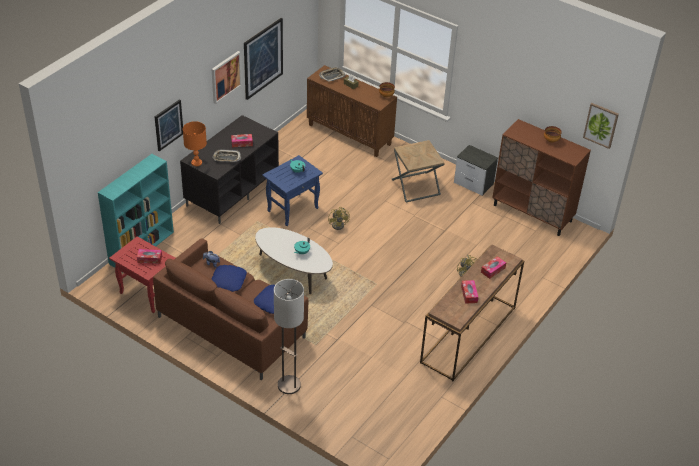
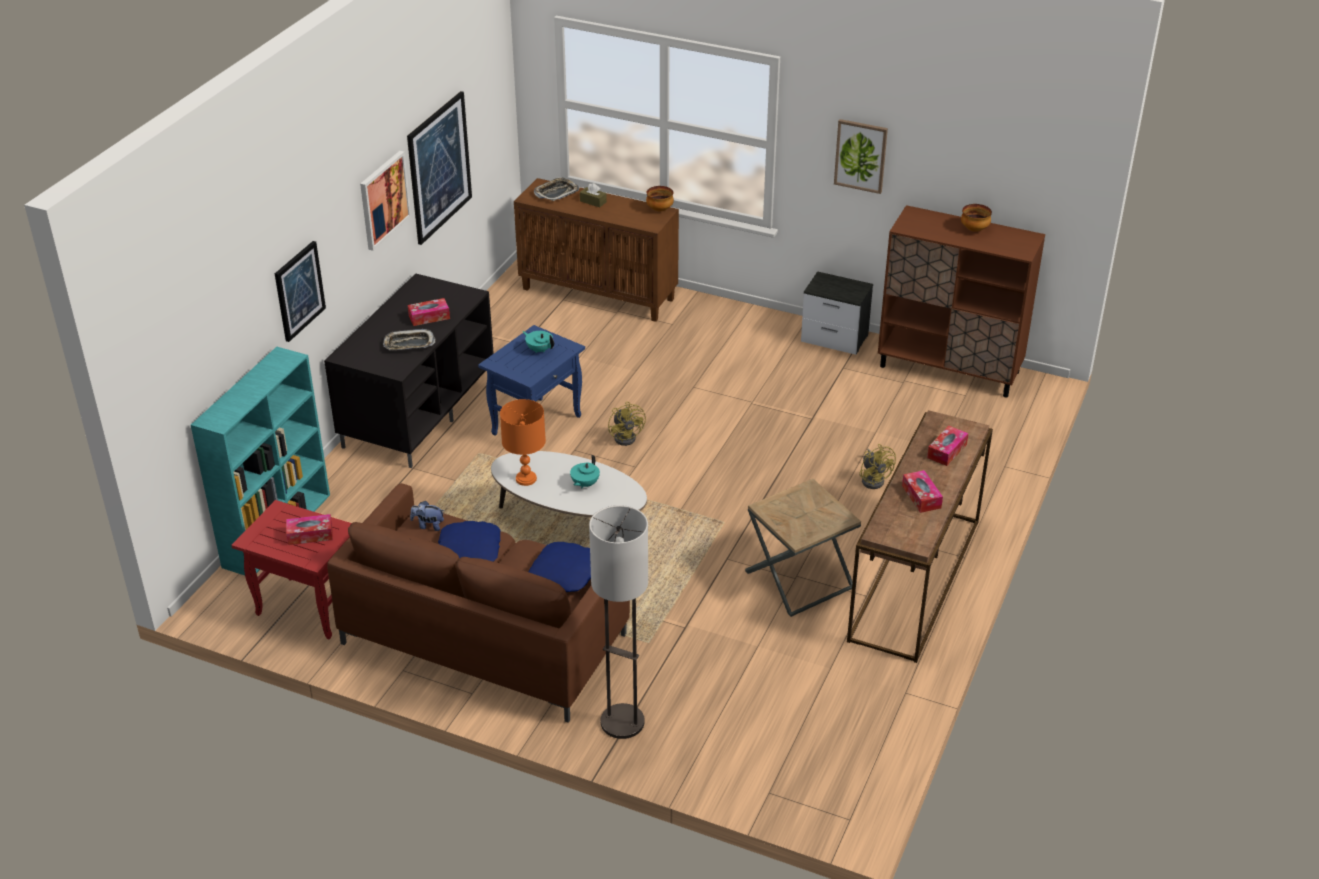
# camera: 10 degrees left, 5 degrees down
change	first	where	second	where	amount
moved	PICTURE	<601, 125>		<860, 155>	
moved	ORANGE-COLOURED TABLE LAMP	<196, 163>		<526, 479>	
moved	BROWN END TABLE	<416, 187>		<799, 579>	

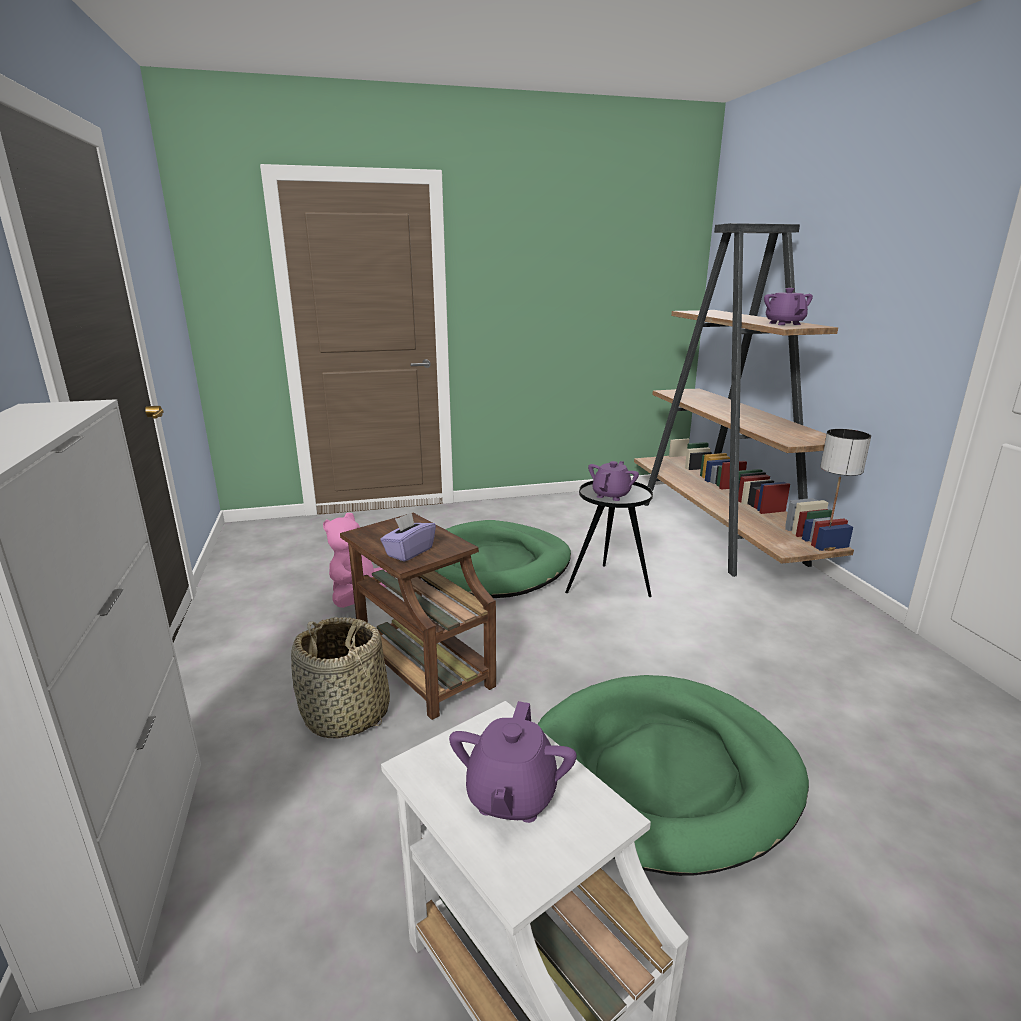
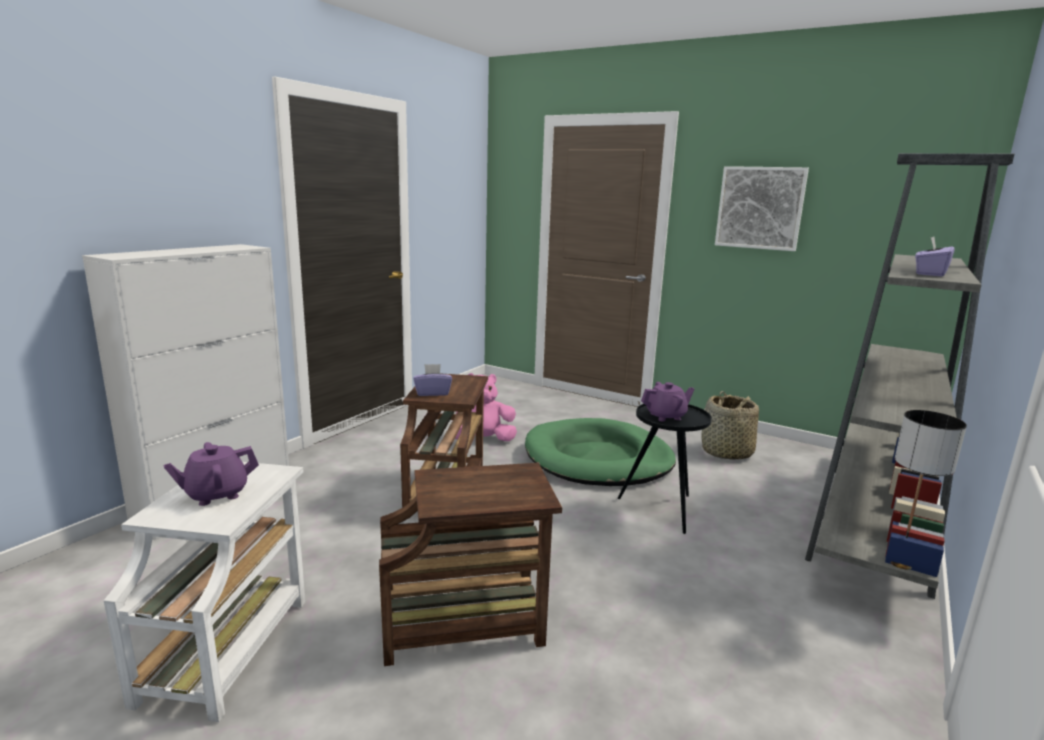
# camera: 45 degrees right, 5 degrees down
change	first	where	second	where	amount
recoloured	BROWN SHELVING UNIT	<719, 533>	GREYISH SHELVING UNIT	<874, 524>	
replaced	PURPLE TEA POT	<784, 324>	PURPLE BOX OF TISSUES	<930, 274>	
moved	STORAGE BASKET	<346, 714>		<726, 452>	
replaced	GREENISH PET BED	<664, 772>	BROWN END TABLE	<467, 626>	
added			PICTURE	<760, 208>	

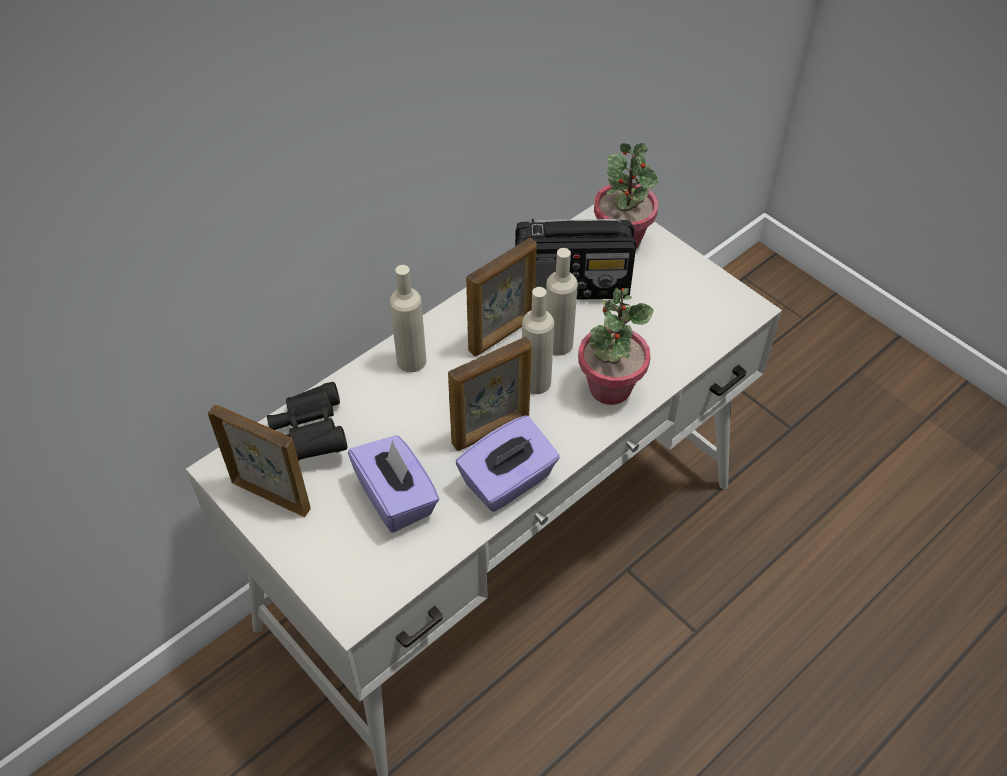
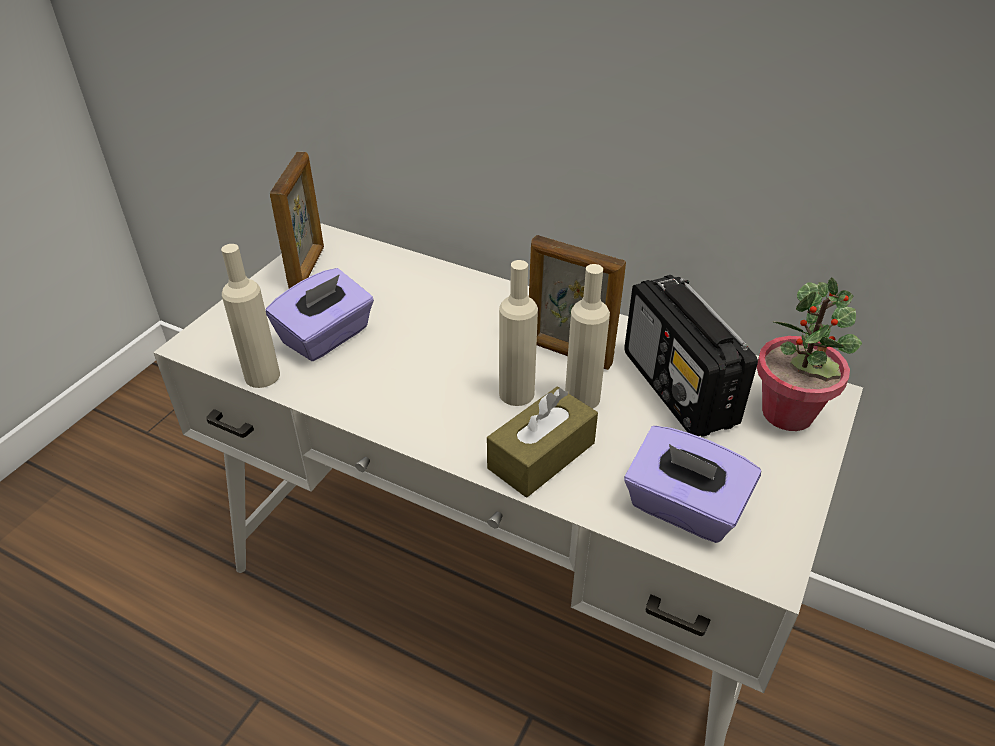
# camera: 70 degrees right, 10 degrees down
change	first	where	second	where	amount
moved	SAND-COLOURED BEVERAGE BOTTLE	<411, 360>		<262, 376>	
replaced	HOUSEPLANT	<609, 388>	BROWN BOX OF TISSUES	<541, 455>	
removed	STANDING FRAME	<491, 430>			
removed	BLACKISH BINOCULARS	<310, 435>			
moved	PURPLE BOX OF TISSUES	<508, 481>		<683, 508>	

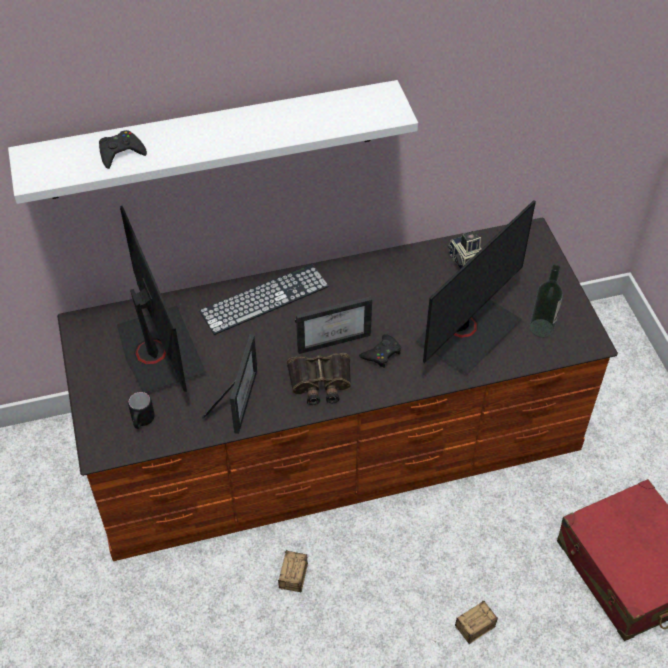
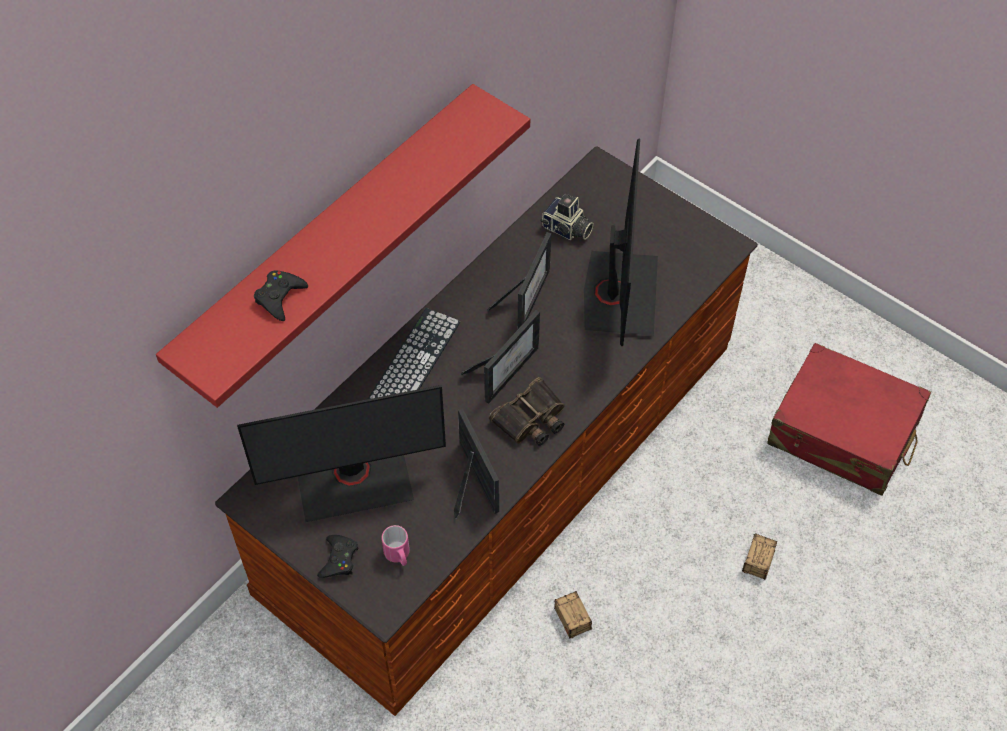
# camera: 35 degrees left, 5 degrees up
change	first	where	second	where	amount
recoloured	WHITE-COLOURED BRACKET SHELF	<211, 140>	RED-COLOURED BRACKET SHELF	<329, 236>	
turned	COMPUTER DISPLAY	<159, 351>		<353, 479>	135 degrees clockwise
removed	BEVERAGE BOTTLE	<541, 328>			
moved	BLACKISH JOYPAD	<381, 353>		<339, 559>	
recoloured	BLACKISH TEA MUG	<142, 421>	PINKISH TEA MUG	<398, 556>	
added			STANDING FRAME	<526, 296>	

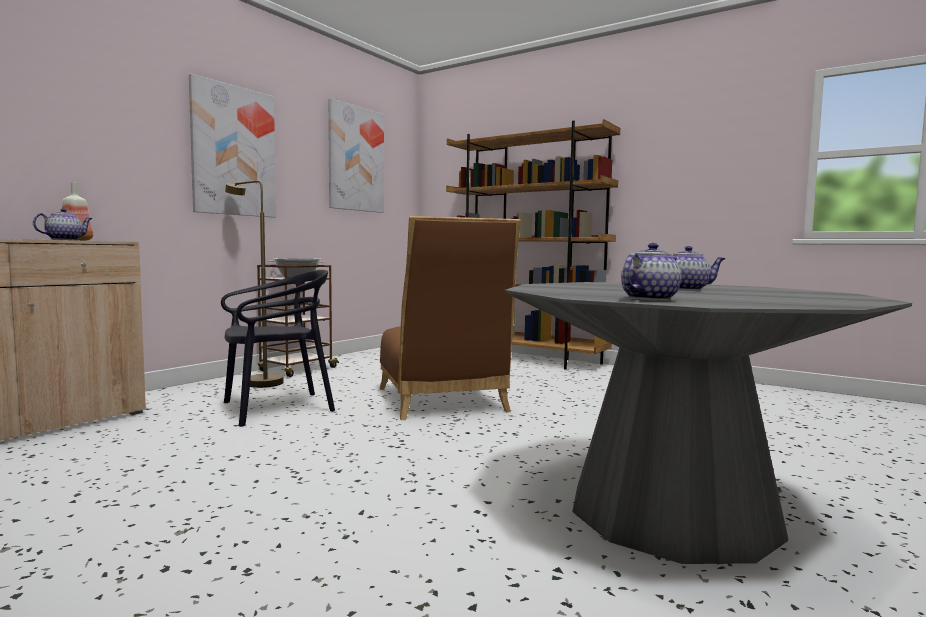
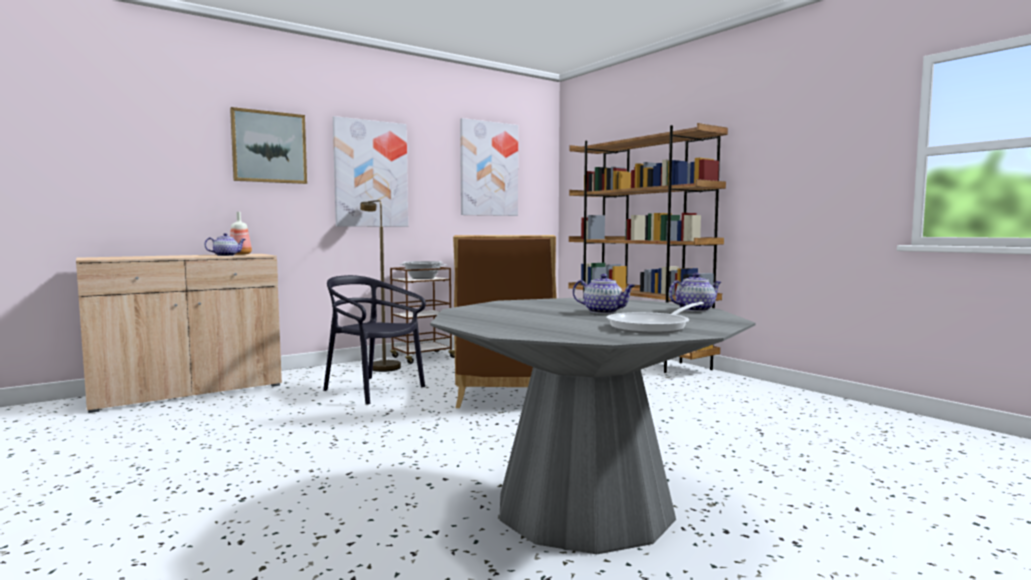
# camera: 20 degrees right, 0 degrees up
change	first	where	second	where	amount
moved	TEA POT	<649, 299>		<695, 310>	
turned	BLACKISH PLAIN CHAIR	<277, 408>		<373, 390>	135 degrees counterclockwise
added			PICTURE	<269, 147>	
added			SKILLET	<653, 327>	

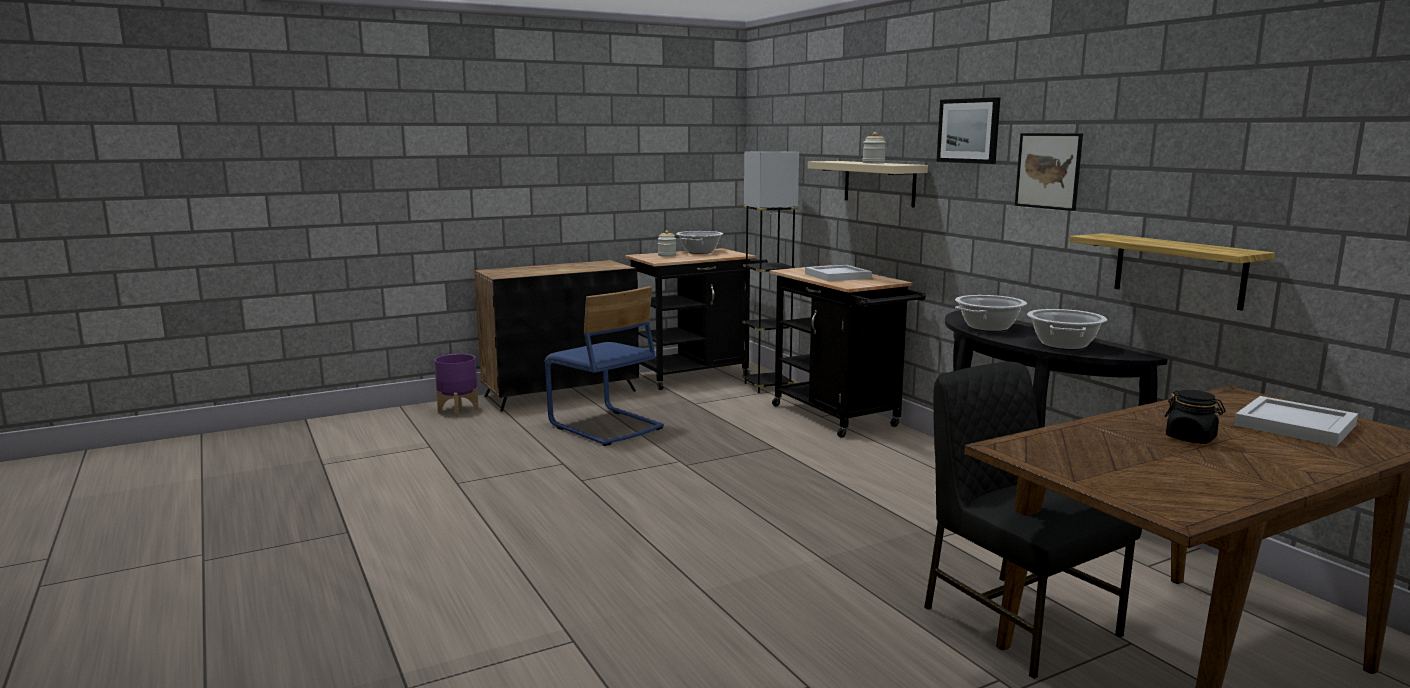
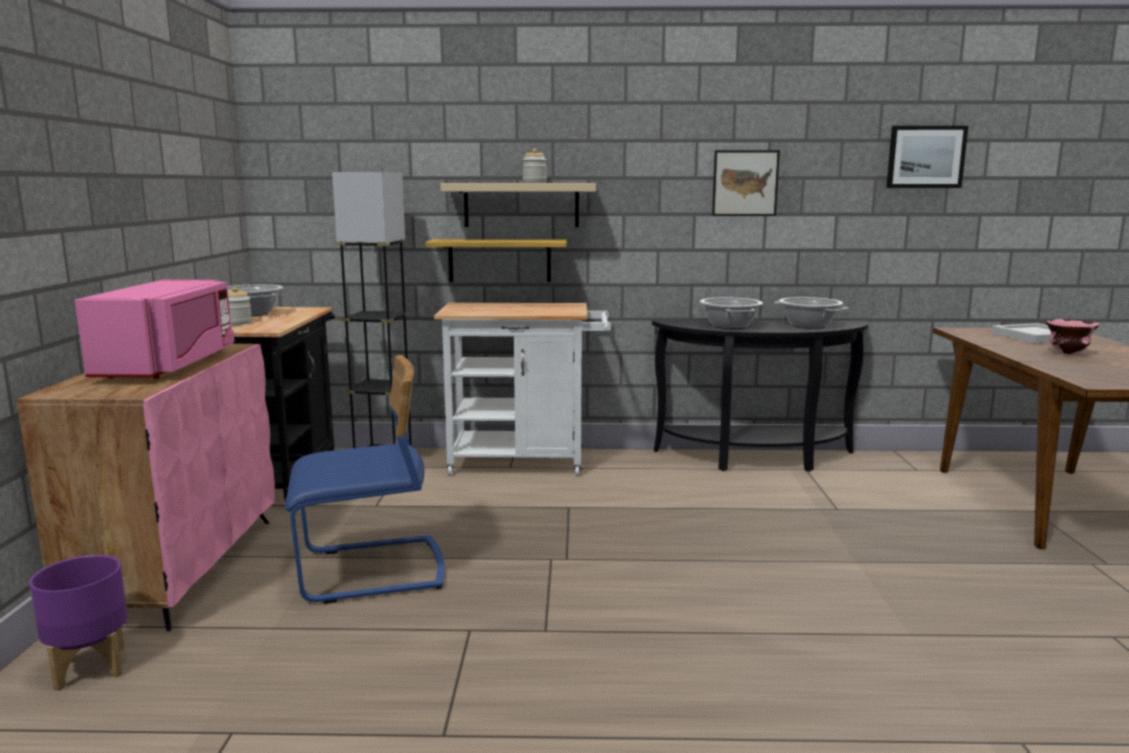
# camera: 60 degrees left, 0 degrees up
change	first	where	second	where	amount
moved	PICTURE	<969, 130>		<925, 157>	
moved	BRACKET SHELF	<1178, 270>		<499, 260>	
recoloured	BLACKISH STORAGE CABINET	<561, 393>	PINKISH STORAGE CABINET	<180, 568>	
recoloured	BLACKISH WHEELED CART	<840, 418>	WHITE-COLOURED WHEELED CART	<526, 462>	
removed	WHITE-COLOURED SERVING TRAY	<836, 276>			
removed	BLACKISH PLAIN CHAIR	<1016, 620>			
replaced	BLACKISH JAR	<1191, 438>	PINKISH SERVING BOWL	<1067, 354>	
added			PINKISH MICROWAVE	<168, 365>	

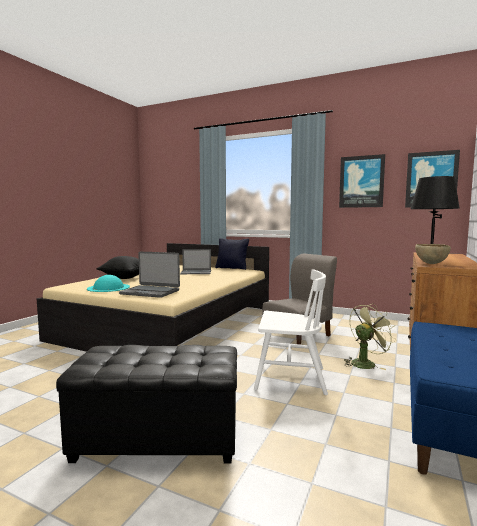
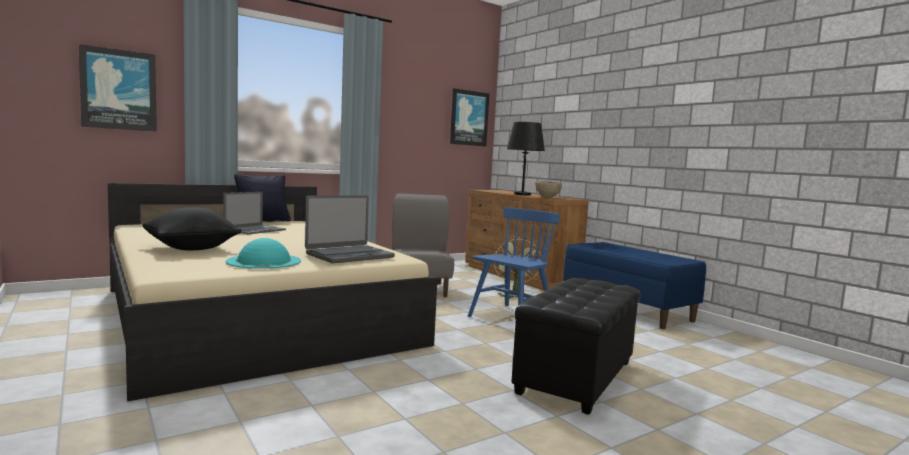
# camera: 60 degrees left, 0 degrees up
change	first	where	second	where	amount
moved	PICTURE	<361, 182>		<119, 89>	
recoloured	WHITE-COLOURED PLAIN CHAIR	<290, 378>	BLUE PLAIN CHAIR	<512, 317>	

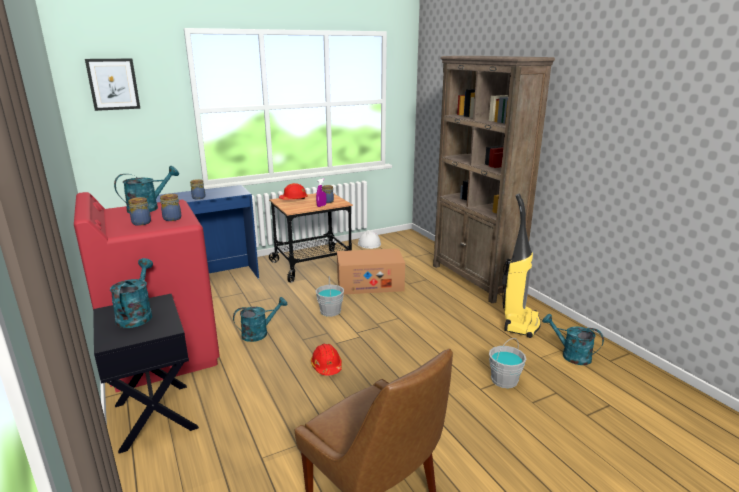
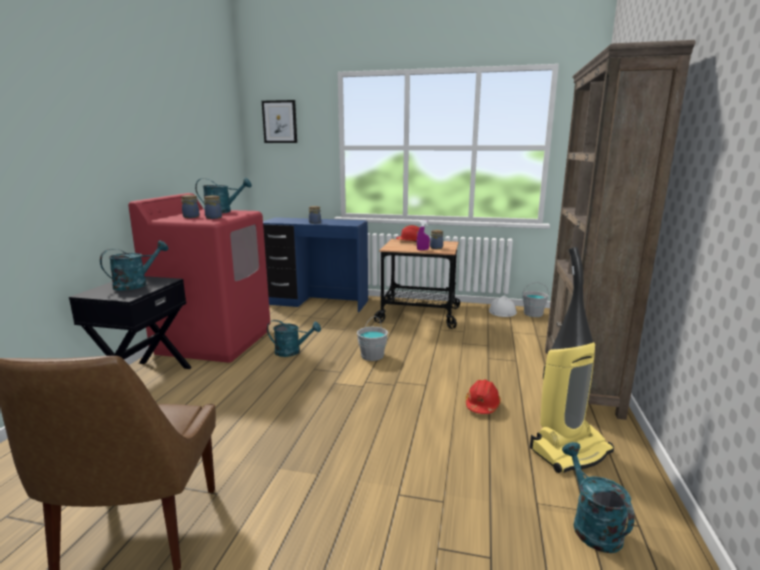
# camera: 40 degrees right, 5 degrees down
change	first	where	second	where	amount
removed	CARTON	<370, 284>			
moved	GREYISH BUCKET	<504, 380>		<533, 314>	
moved	RED-COLOURED HARD HAT	<326, 366>		<482, 405>	

